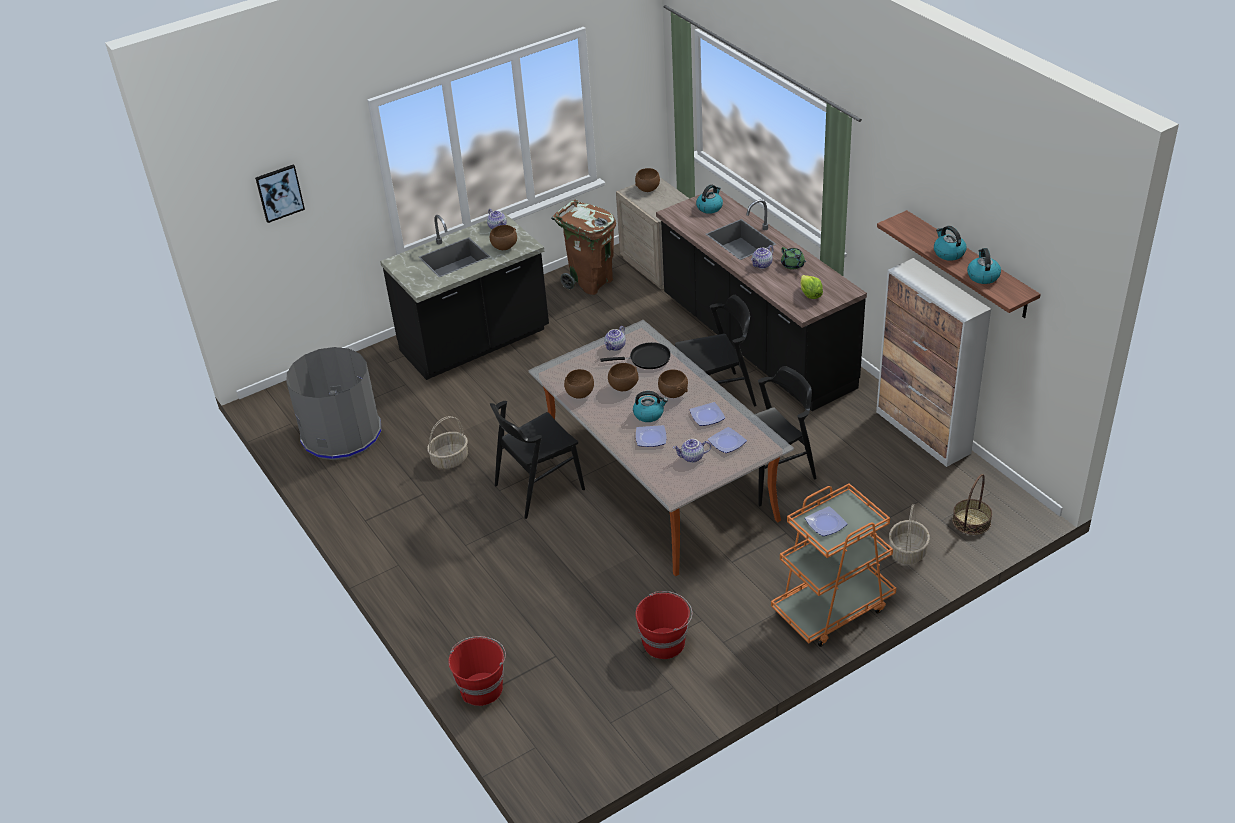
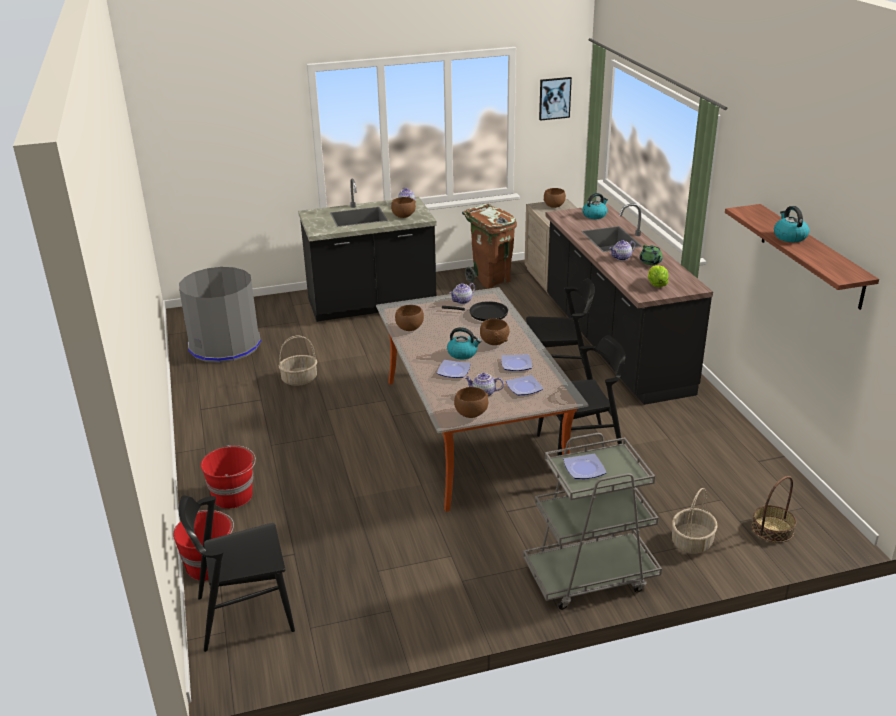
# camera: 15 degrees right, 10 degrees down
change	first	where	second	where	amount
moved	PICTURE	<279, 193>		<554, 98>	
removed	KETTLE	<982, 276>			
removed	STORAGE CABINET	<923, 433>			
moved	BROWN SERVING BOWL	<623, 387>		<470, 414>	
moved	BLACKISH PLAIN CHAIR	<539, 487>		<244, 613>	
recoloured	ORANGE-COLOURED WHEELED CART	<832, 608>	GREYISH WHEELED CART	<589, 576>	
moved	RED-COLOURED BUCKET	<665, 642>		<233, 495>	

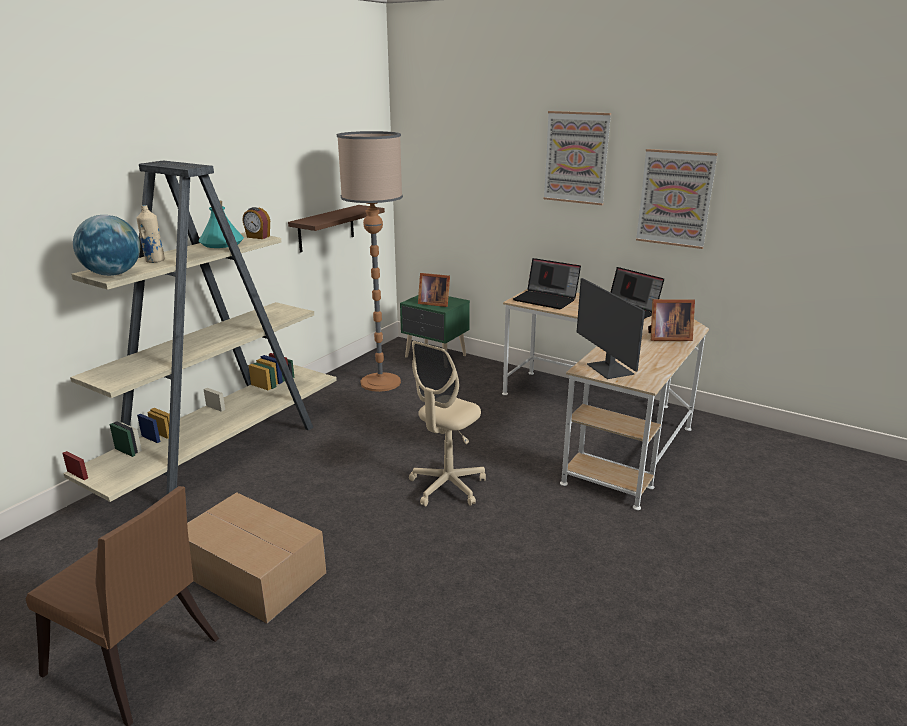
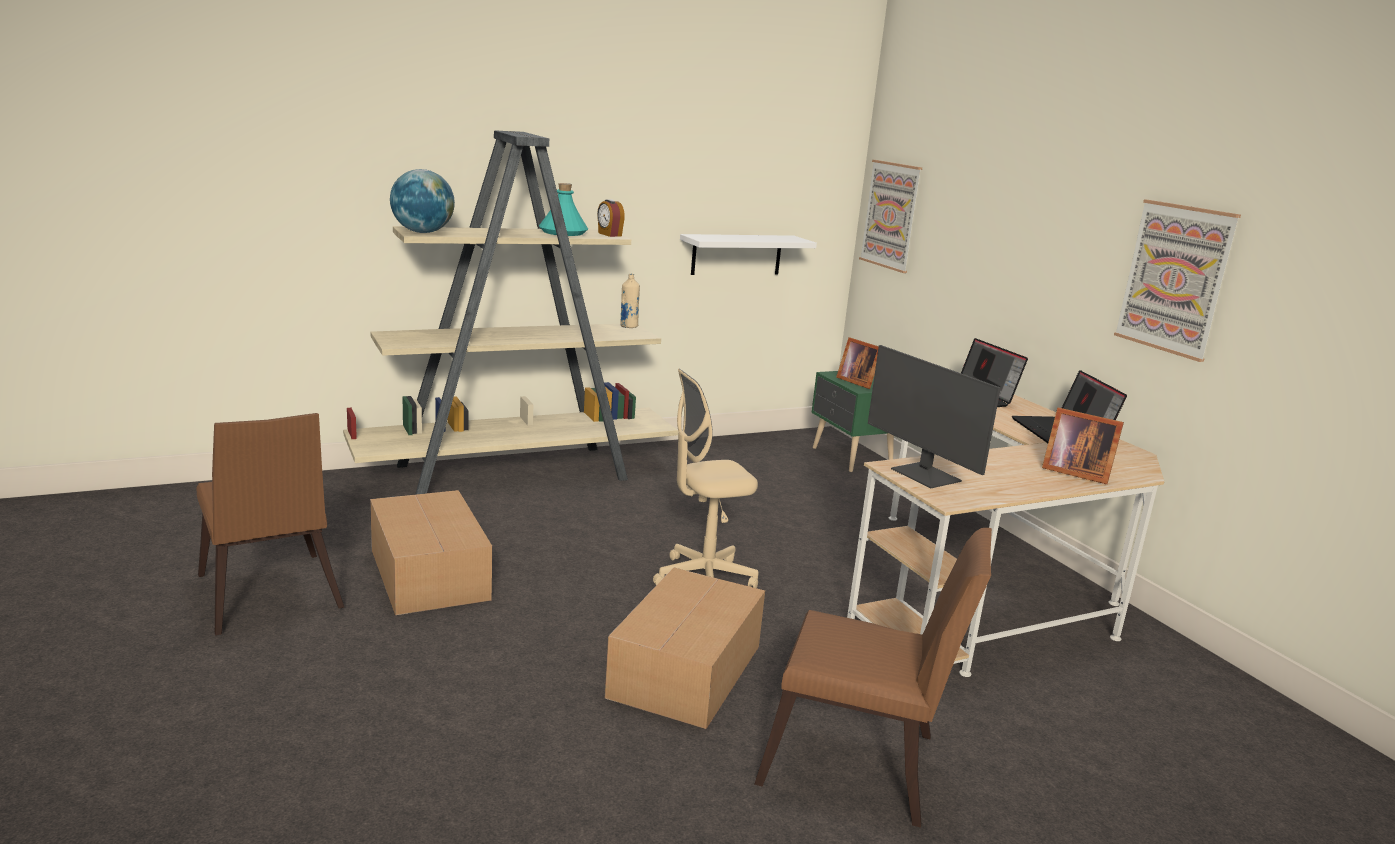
# camera: 30 degrees right, 5 degrees down
change	first	where	second	where	amount
moved	PICTURE	<576, 157>		<891, 215>	
removed	STANDARD LAMP	<380, 382>			
moved	SAND-COLOURED BEVERAGE BOTTLE	<155, 261>		<628, 326>	
recoloured	BROWN BRACKET SHELF	<326, 228>	WHITE-COLOURED BRACKET SHELF	<736, 254>	
turned	COMPUTER DISPLAY	<609, 369>		<924, 475>	45 degrees counterclockwise
added			BROWN PLAIN CHAIR	<860, 766>	
added			CARTON	<688, 670>	

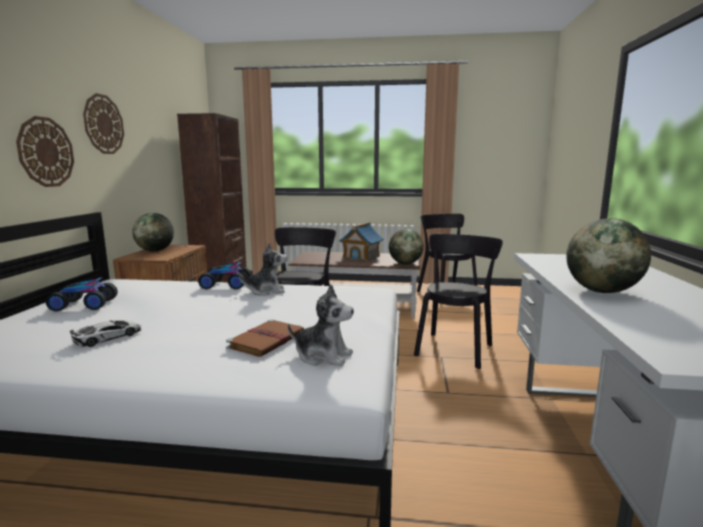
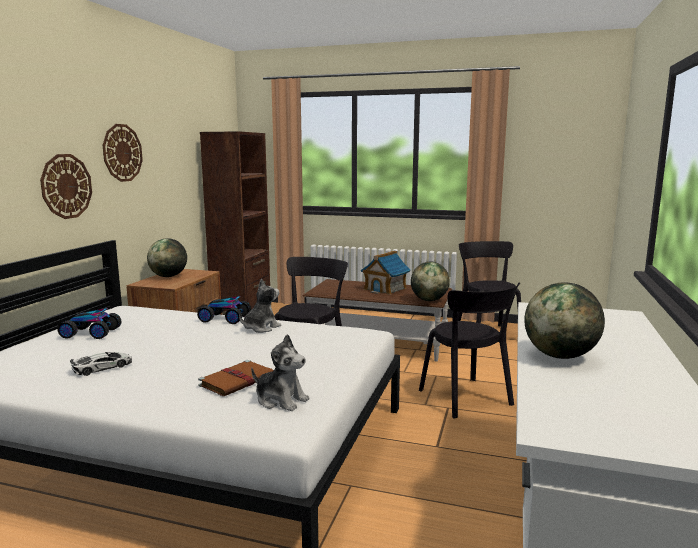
# camera: 10 degrees right, 0 degrees up
change	first	where	second	where	amount
turned	BLACKISH PLAIN CHAIR	<455, 348>		<467, 399>	120 degrees clockwise
turned	SOFT TOY	<266, 291>		<260, 328>	45 degrees counterclockwise

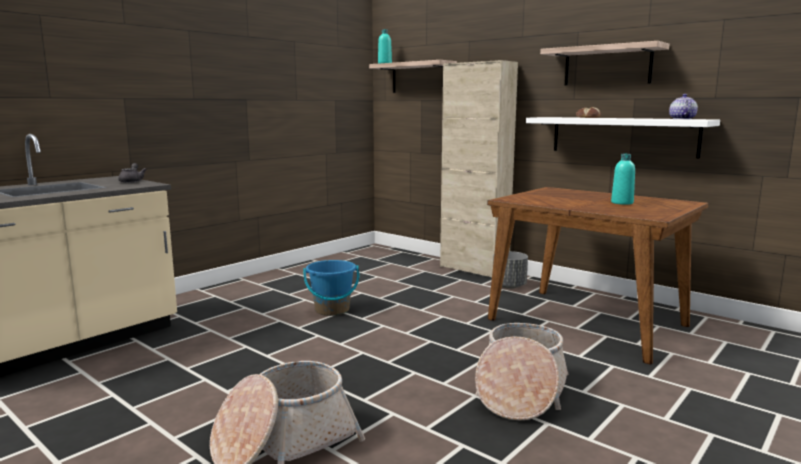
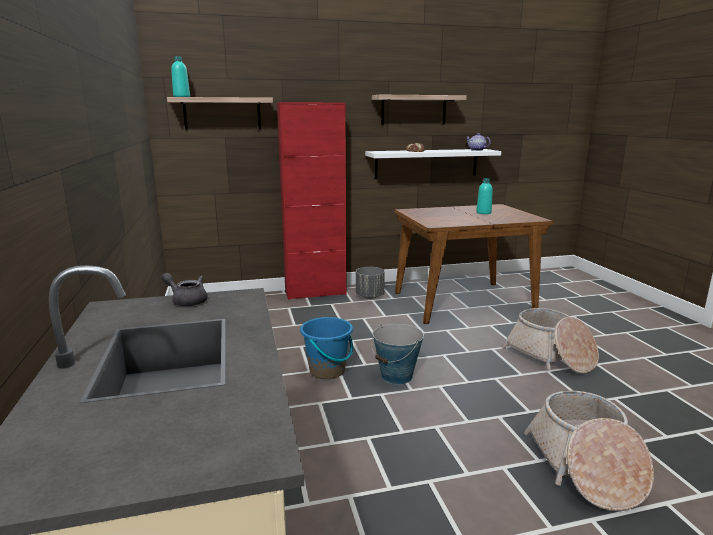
# camera: 55 degrees left, 5 degrees up
change	first	where	second	where	amount
recoloured	SAND-COLOURED STORAGE CABINET	<473, 269>	RED-COLOURED STORAGE CABINET	<315, 293>	
added			BUCKET	<397, 376>	

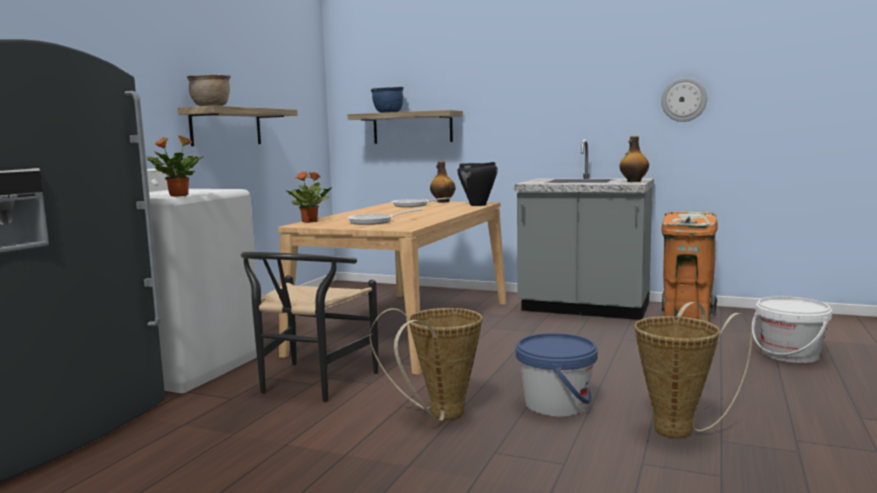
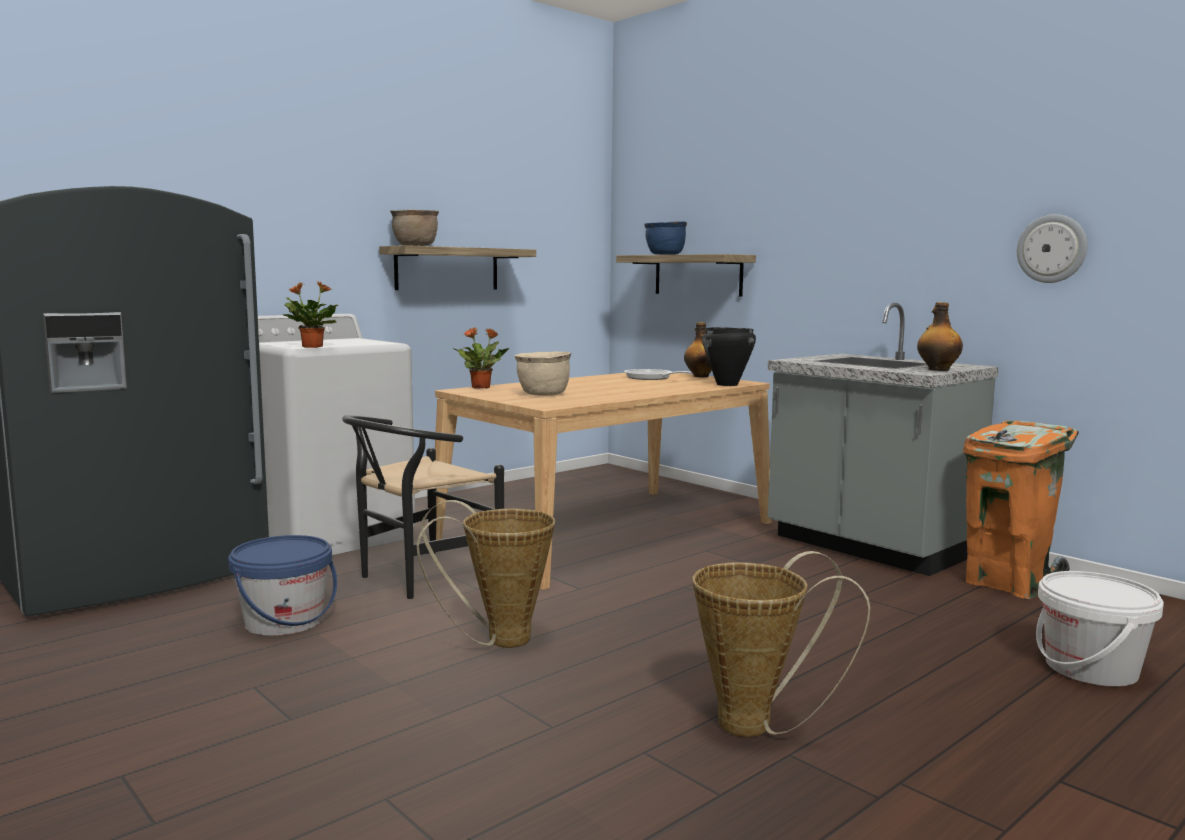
# camera: 25 degrees right, 0 degrees up
change	first	where	second	where	amount
replaced	SKILLET	<375, 222>	SAND-COLOURED COOKING POT	<543, 395>	
moved	BLUE BUCKET	<556, 404>		<284, 621>	

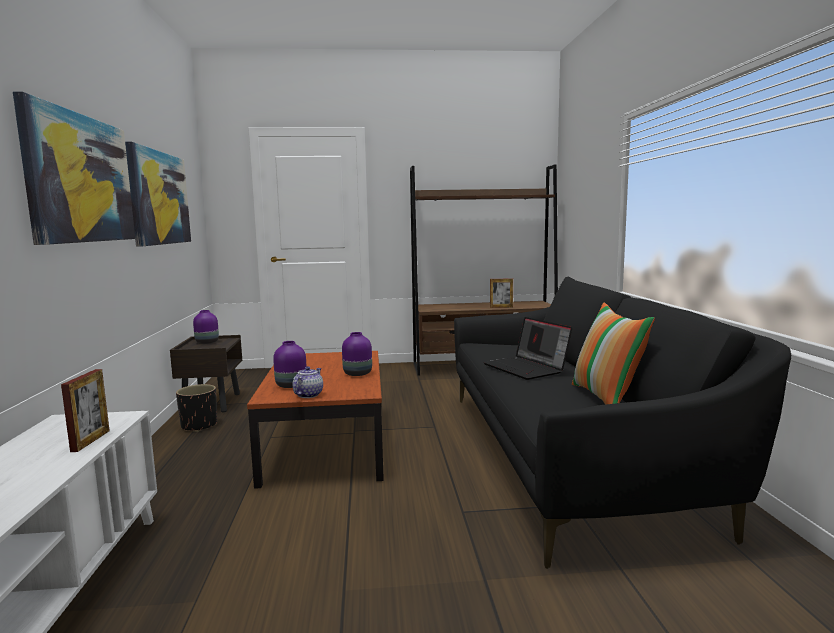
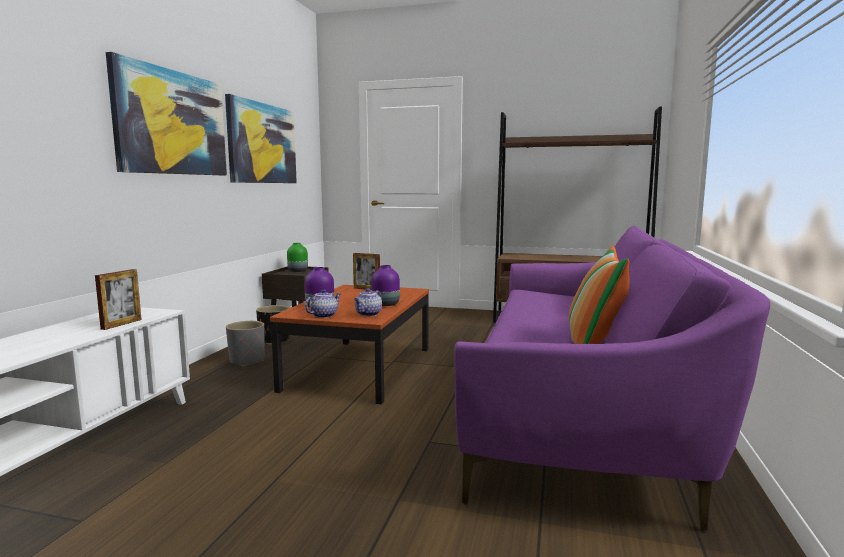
# camera: 20 degrees right, 0 degrees up
change	first	where	second	where	amount
recoloured	BLACKISH COUCH	<568, 454>	PURPLE COUCH	<582, 411>	
moved	STANDING FRAME	<501, 307>		<366, 289>	
recoloured	PURPLE VASE	<206, 342>	GREENISH VASE	<297, 271>	
removed	NOTEBOOK COMPUTER	<527, 368>			
added			TEA POT	<368, 314>	
added			GREYISH PLANTER	<246, 361>	

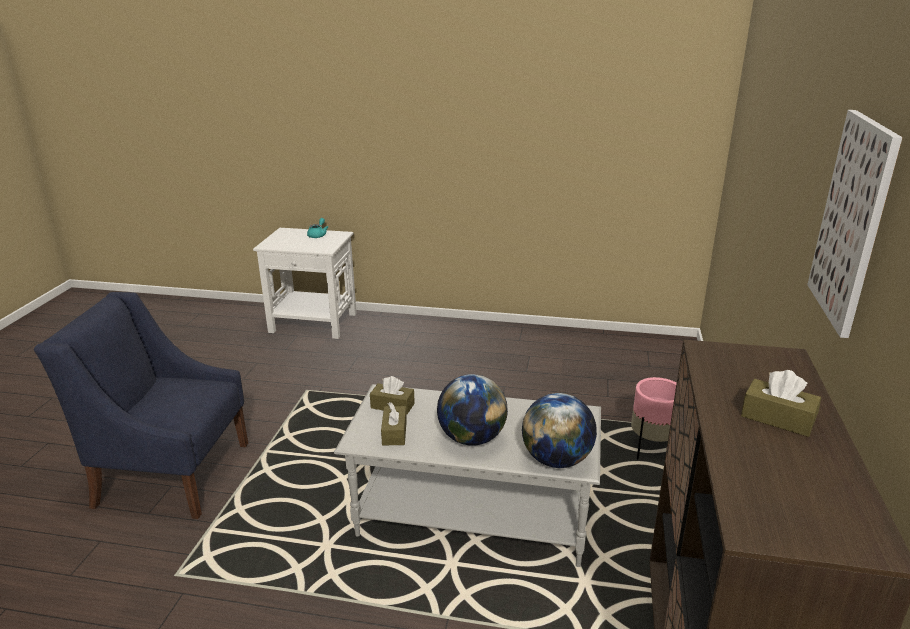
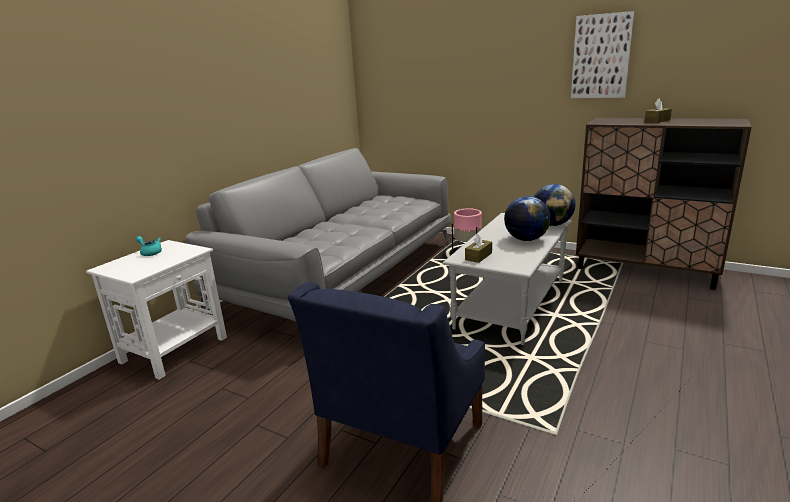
# camera: 70 degrees left, 5 degrees down
change	first	where	second	where	amount
removed	BROWN BOX OF TISSUES	<394, 432>			
added			GREYISH COUCH	<343, 275>	

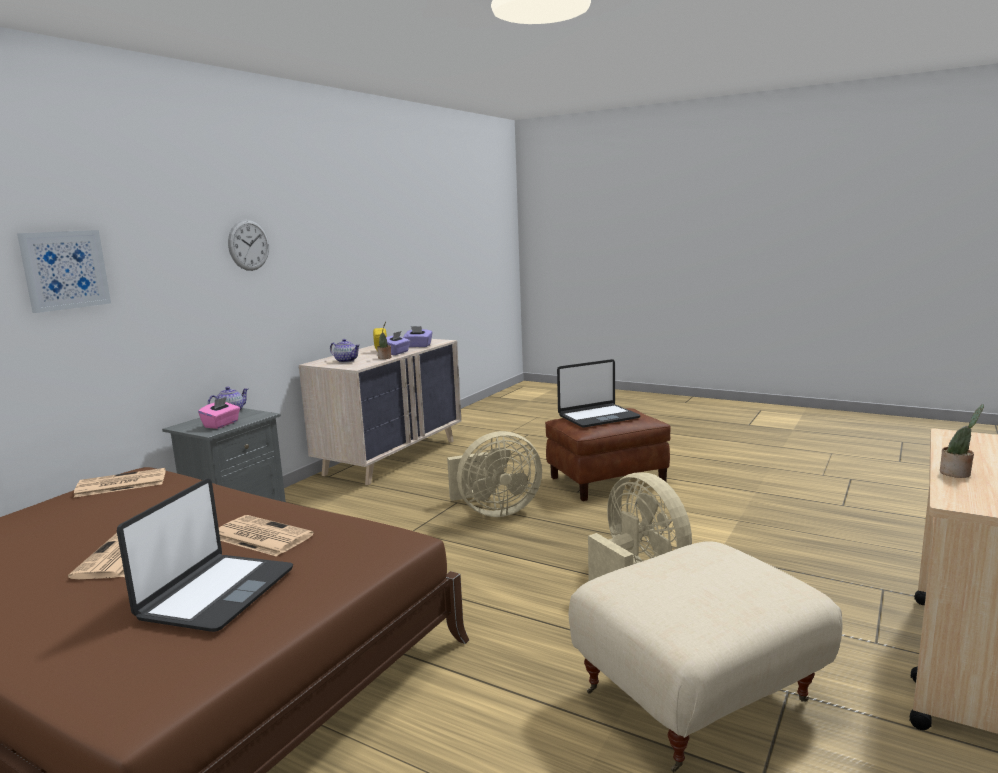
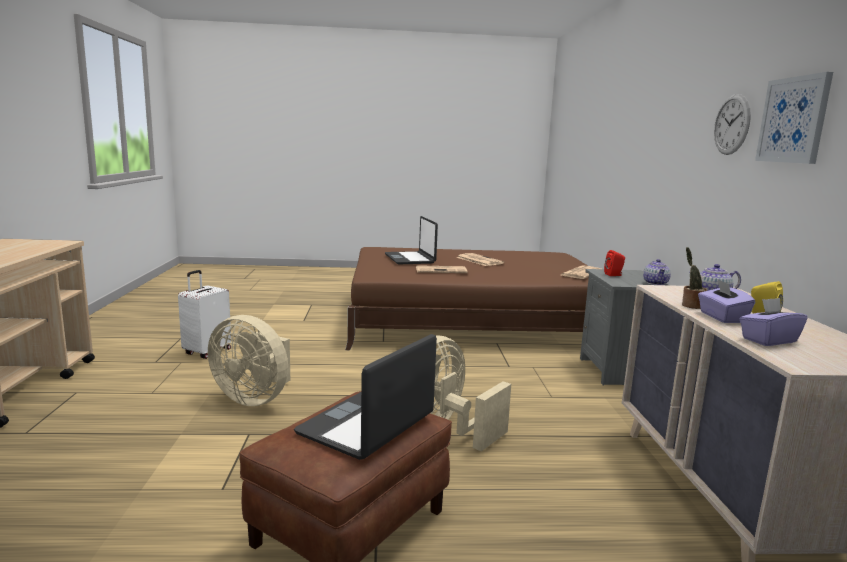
# camera: 145 degrees right, 0 degrees up
change	first	where	second	where	amount
moved	PICTURE	<65, 270>		<793, 120>	
replaced	PINKISH BOX OF TISSUES	<221, 424>	RED-COLOURED SPEAKER	<614, 275>	
removed	HOUSEPLANT	<957, 473>			
replaced	SAND-COLOURED POUFFE	<699, 699>	WHITE-COLOURED PIECE OF LUGGAGE	<206, 352>	

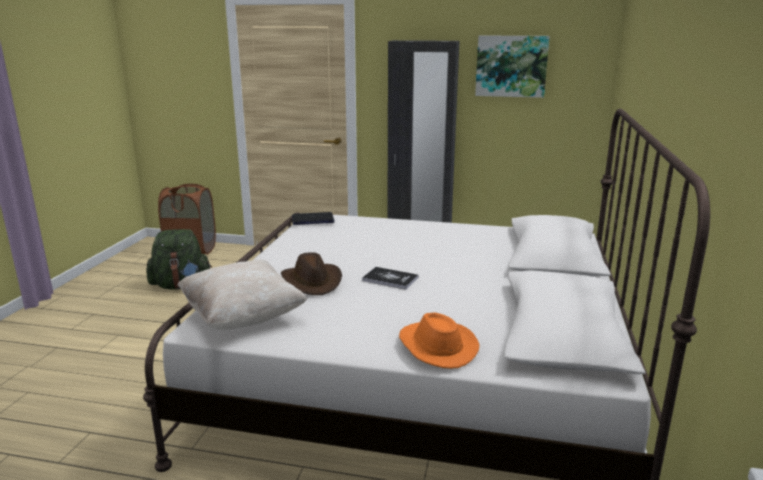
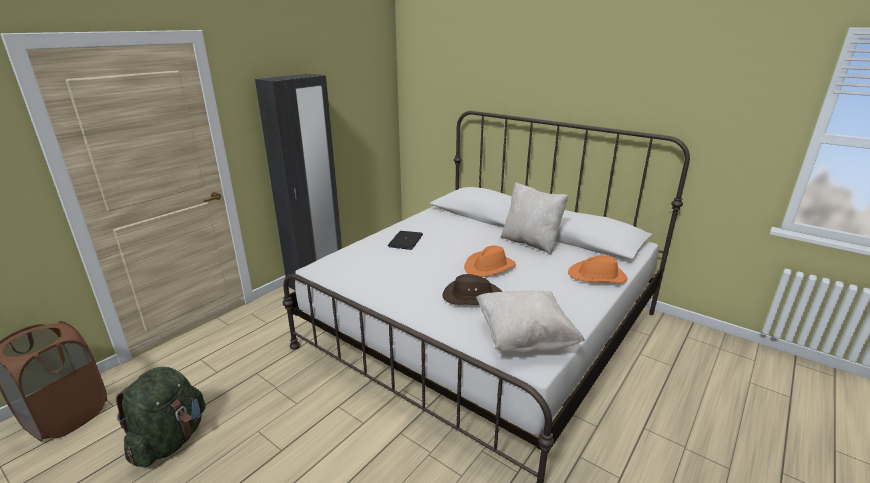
# camera: 65 degrees left, 5 degrees up
change	first	where	second	where	amount
removed	PICTURE	<511, 66>			
moved	NOTEBOOK COMPUTER	<313, 219>		<405, 241>	
replaced	BOOK	<390, 279>	ORANGE-COLOURED HAT	<489, 267>	
added			SAND-COLOURED THROW PILLOW	<530, 243>	

